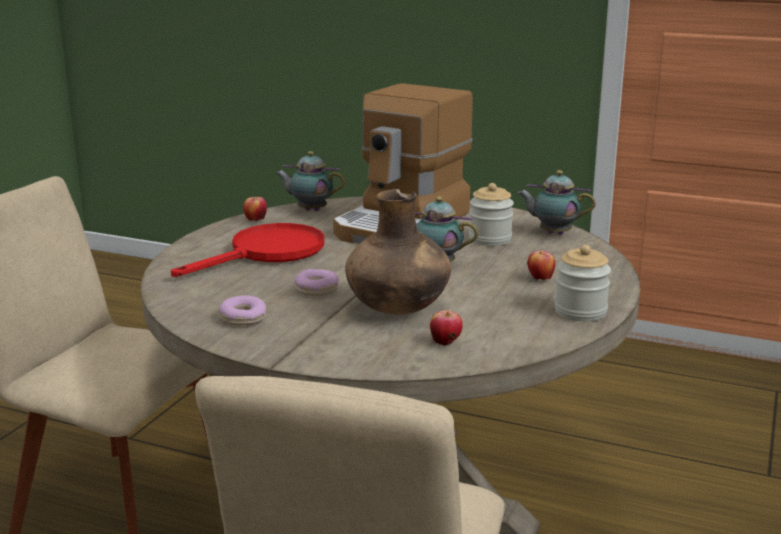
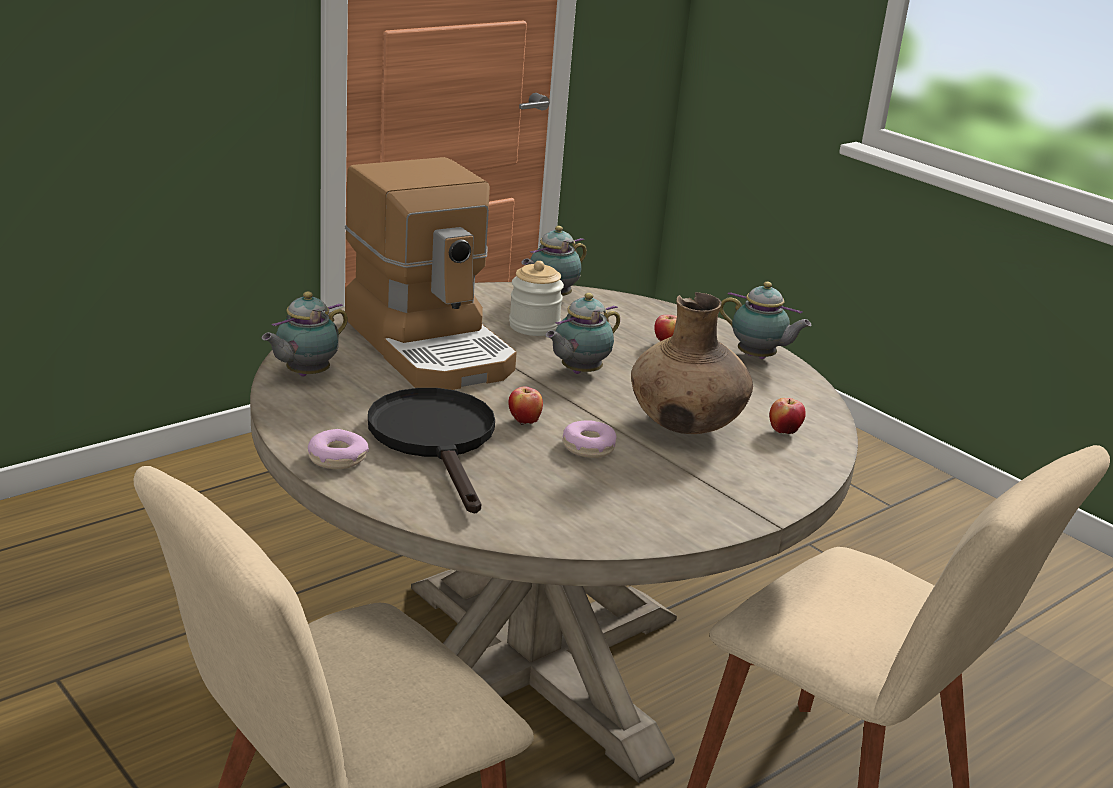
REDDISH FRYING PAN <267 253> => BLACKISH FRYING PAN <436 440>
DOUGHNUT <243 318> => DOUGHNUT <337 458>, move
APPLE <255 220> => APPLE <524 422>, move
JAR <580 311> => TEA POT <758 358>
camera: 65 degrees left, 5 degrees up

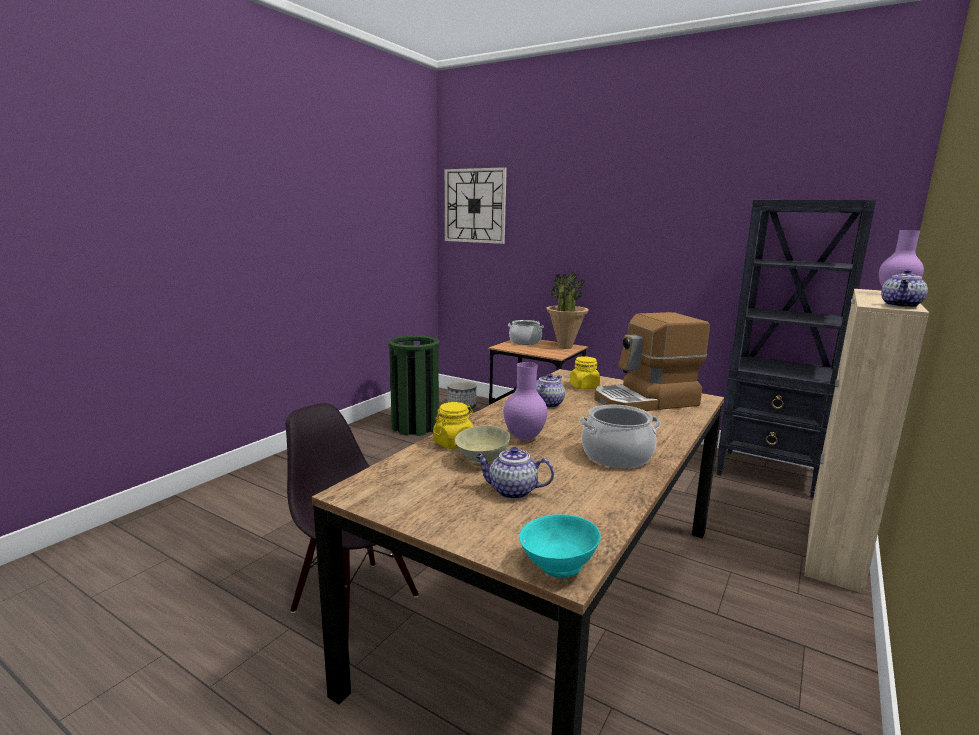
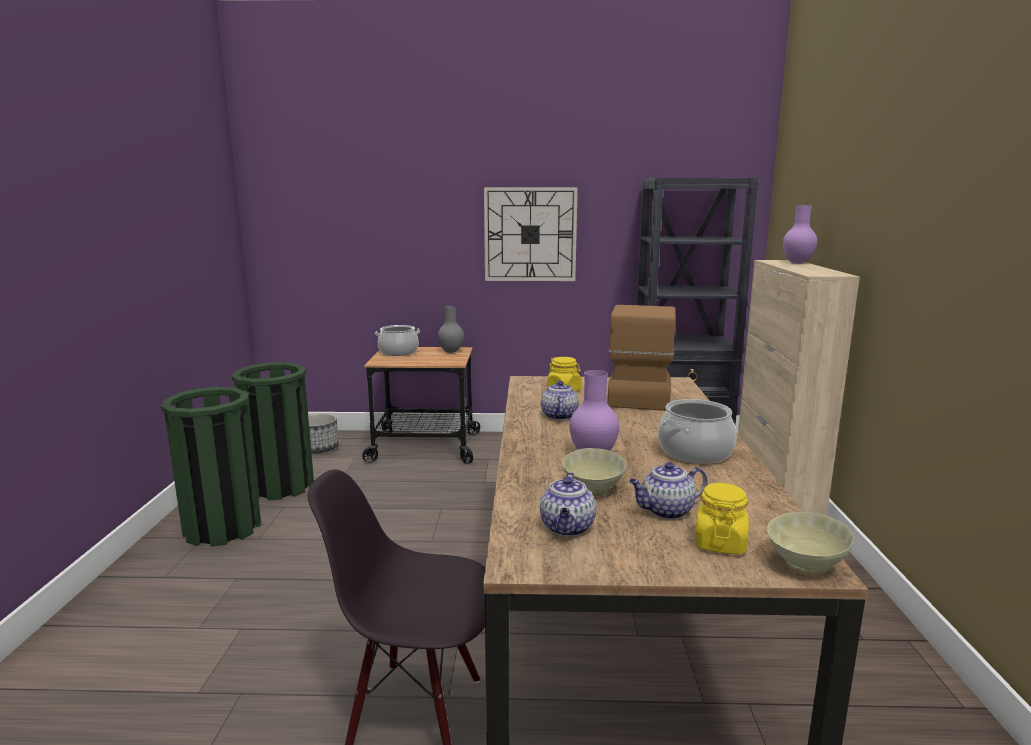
YELLOW JAR <453 443> => YELLOW JAR <720 543>, move
CLOCK ON THE WALL <475 206> => CLOCK ON THE WALL <530 234>, move
TURQUOISE SERVING BOWL <557 566> => BEIGE-COLOURED SERVING BOWL <804 565>
POTTED PLANT <564 347> => GREY VASE <450 352>
COFFEE MAKER <646 401> => COFFEE MAKER <638 394>, 150 degrees clockwise
TEA POT <901 305> => TEA POT <568 528>, move
nothing => GREENISH WASTE BIN <222 528>
camera: 30 degrees left, 0 degrees up

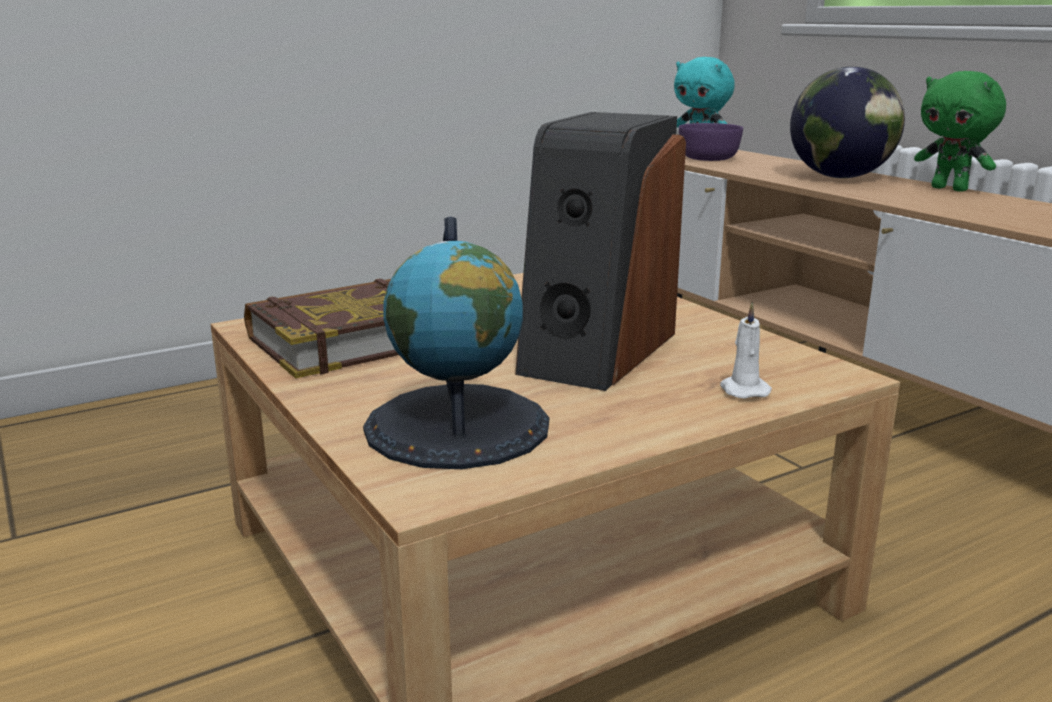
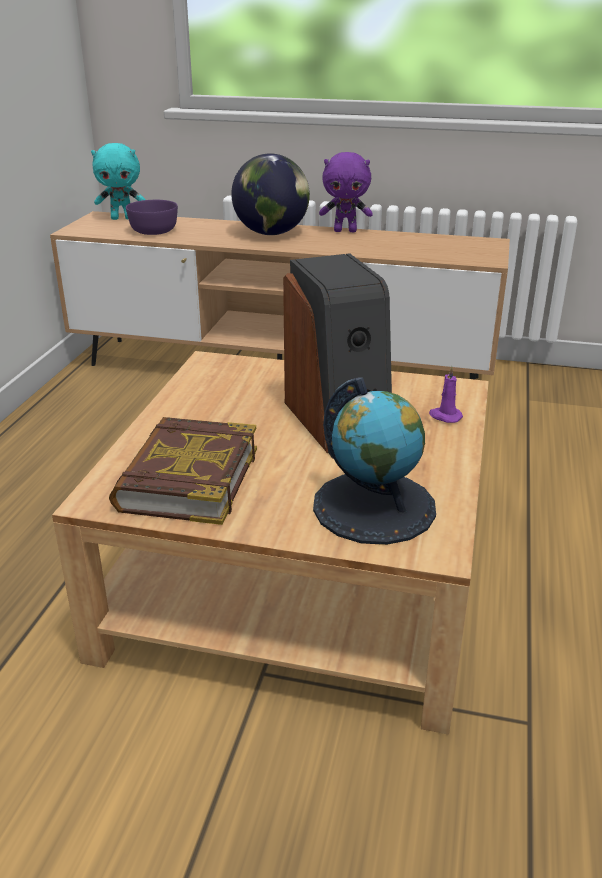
WHITE WAX CANDLE <743 390> => PURPLE-COLOURED WAX CANDLE <445 416>
GREENISH SOFT TOY <950 189> => PURPLE-COLOURED SOFT TOY <345 231>
camera: 45 degrees left, 10 degrees up

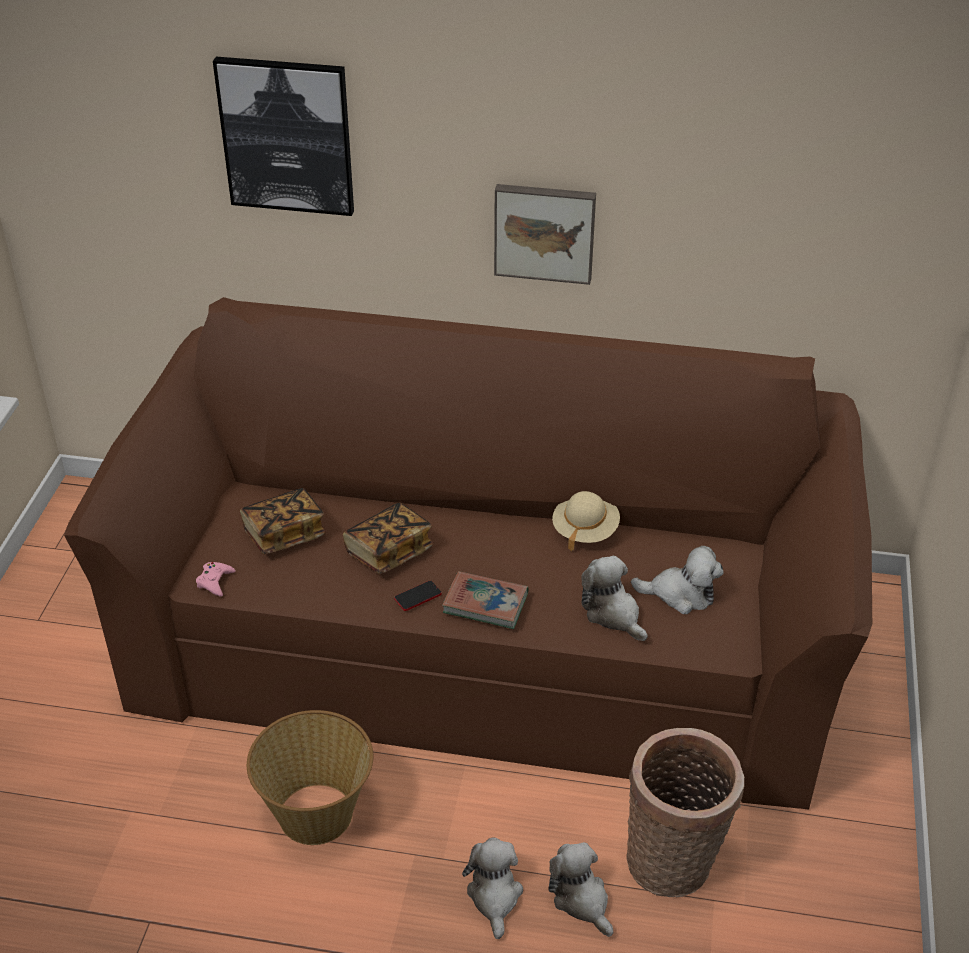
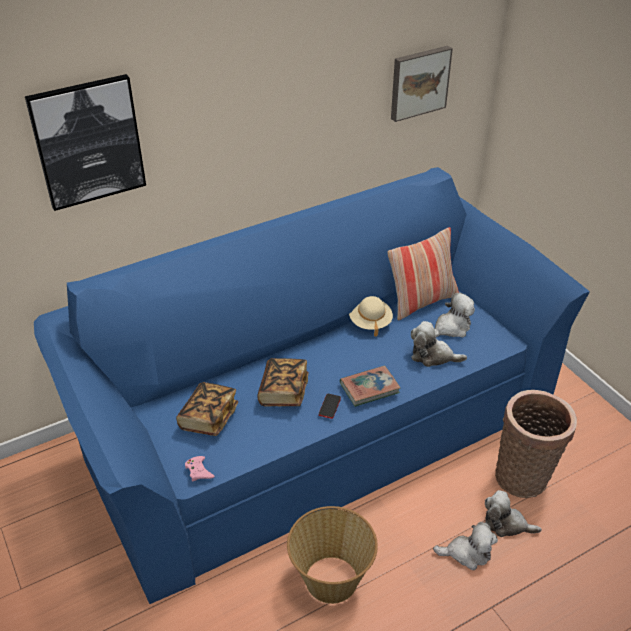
BROWN COUCH <485 637> => BLUE COUCH <314 423>
SOFT TOY <494 896> => SOFT TOY <467 553>, 135 degrees clockwise
WALL PICTURE <544 231> => WALL PICTURE <419 82>, move
nothing => THROW PILLOW <421 301>
camera: 40 degrees left, 0 degrees up

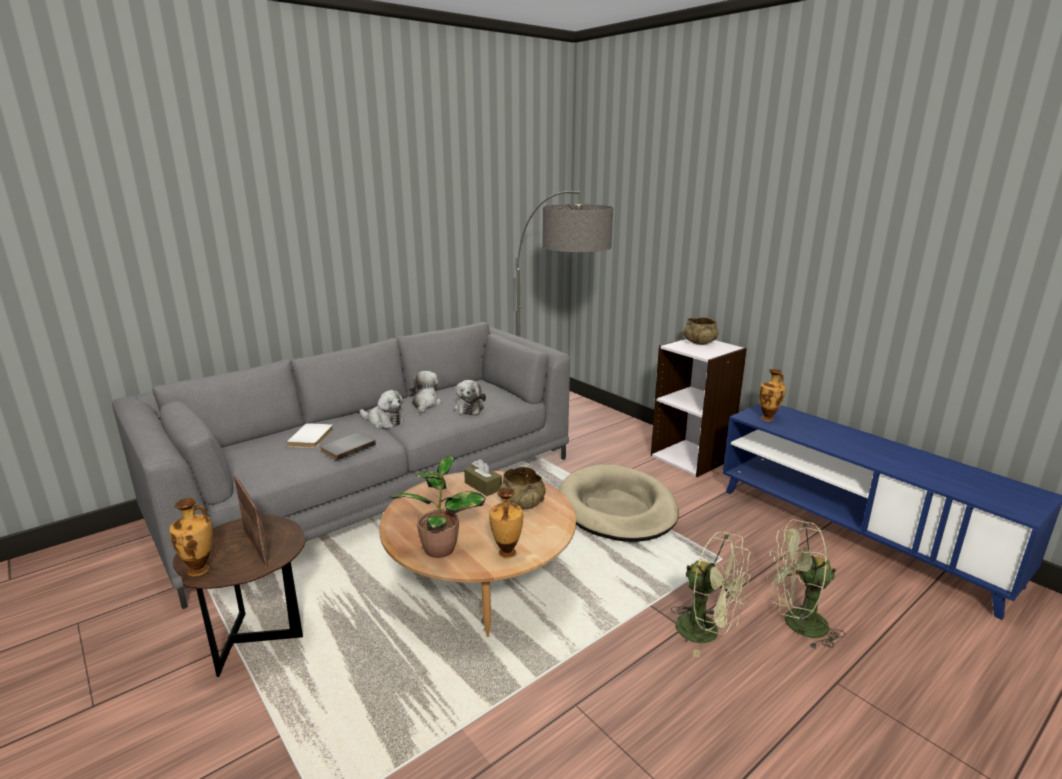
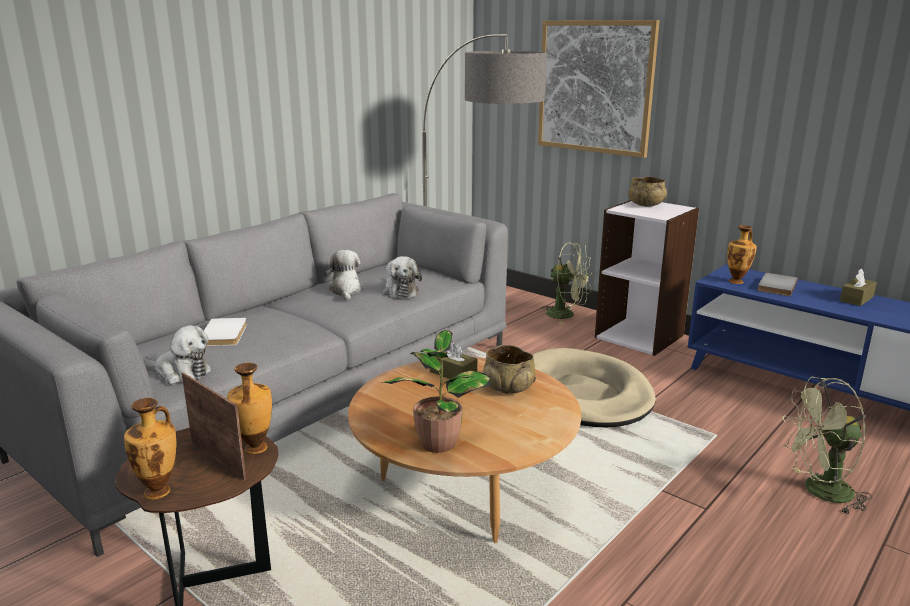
GREY BOUND BOOK <347 447> => GREY BOUND BOOK <775 286>, move
SOFT TOY <383 421> => SOFT TOY <180 373>, move
VASE <506 554> => VASE <255 449>, move
GREENISH COOLING FAN <707 632> => GREENISH COOLING FAN <566 315>, move
nothing => WALL PICTURE <595 87>
nothing => BROWN BOX OF TISSUES <856 299>
camera: 10 degrees left, 0 degrees up

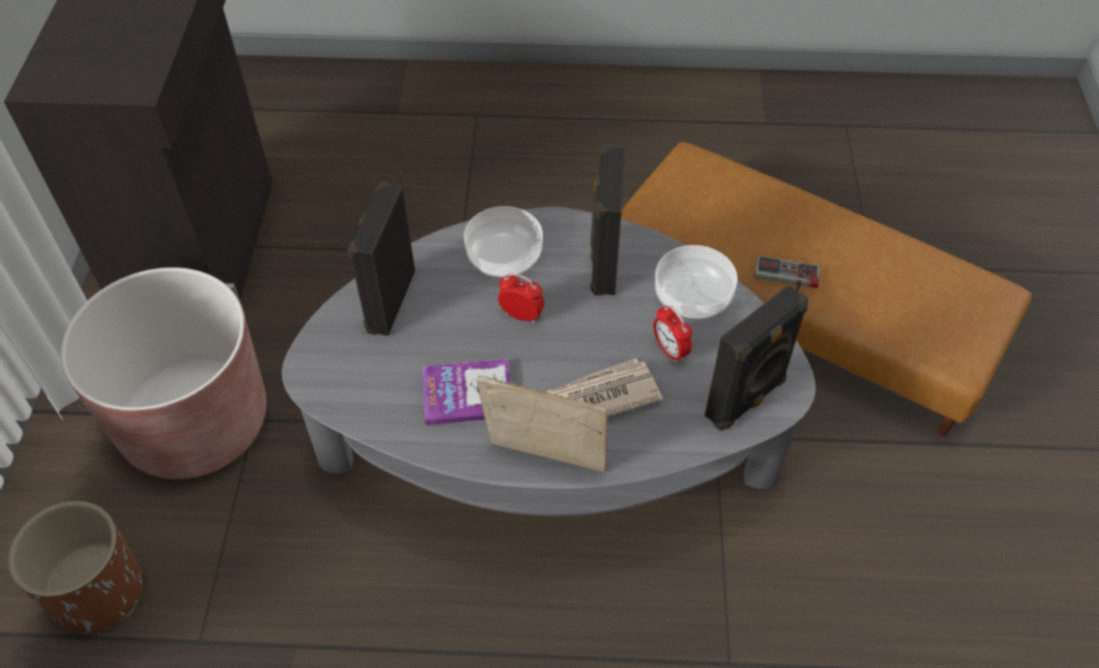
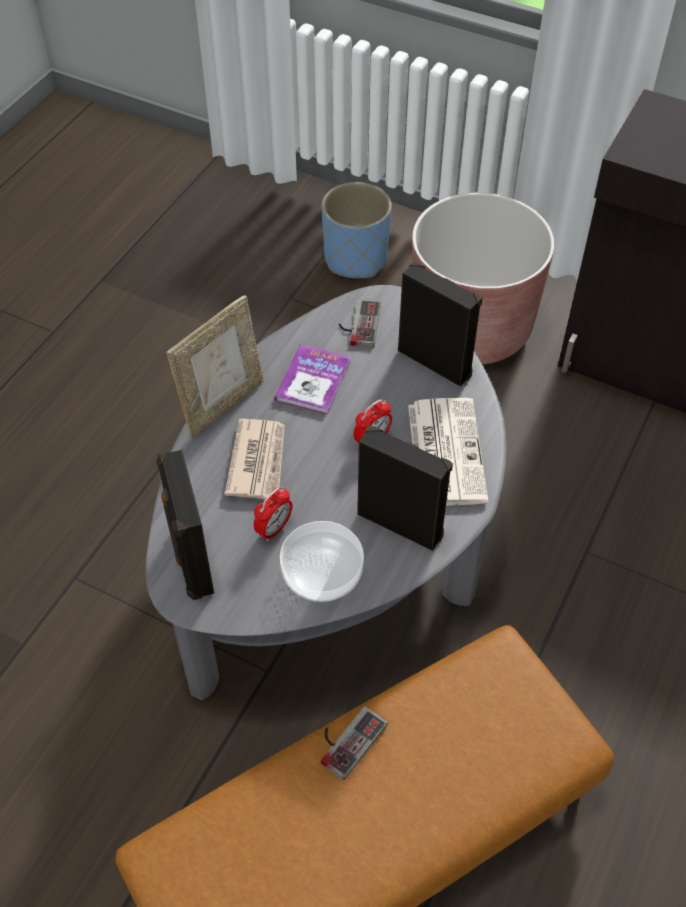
BROWN PLANTER <98 592> => BLUE PLANTER <355 259>
SERVING BOWL <504 257> => PRINTED PAPER <445 451>
BEDSIDE CLOCK <670 350> => BEDSIDE CLOCK <274 529>, 135 degrees clockwise
nothing => GAMEPAD <358 324>
camera: 115 degrees right, 0 degrees up

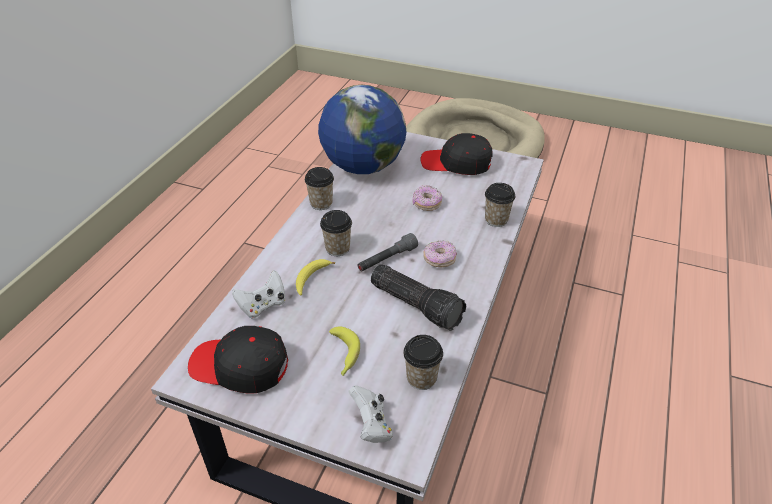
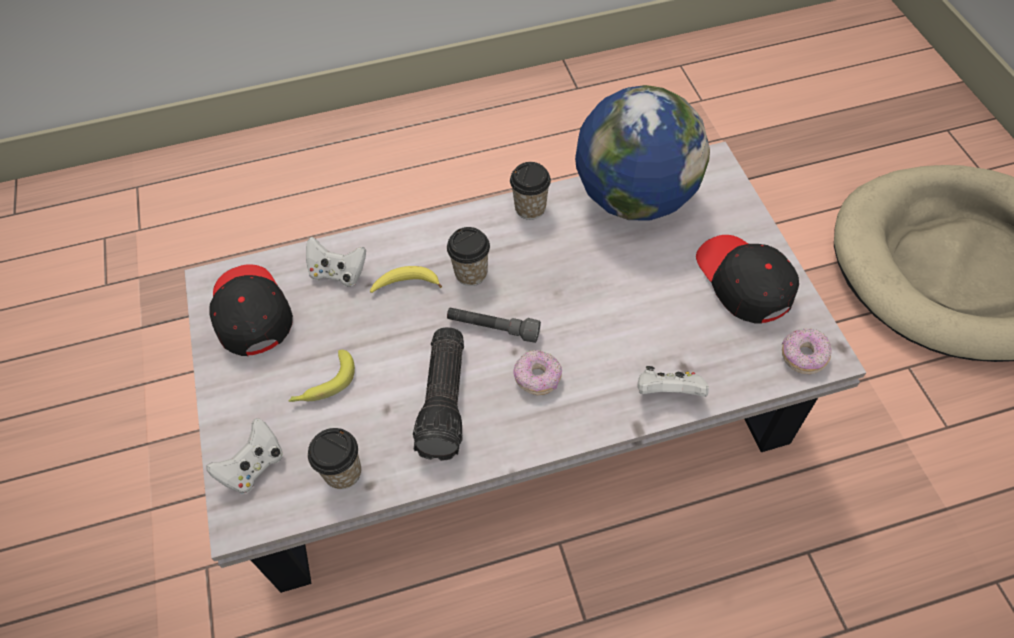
DOUGHNUT <426 204> => DOUGHNUT <803 356>, move
SMALL CUP <496 220> => WHITE GAMEPAD <668 392>
camera: 55 degrees right, 15 degrees up

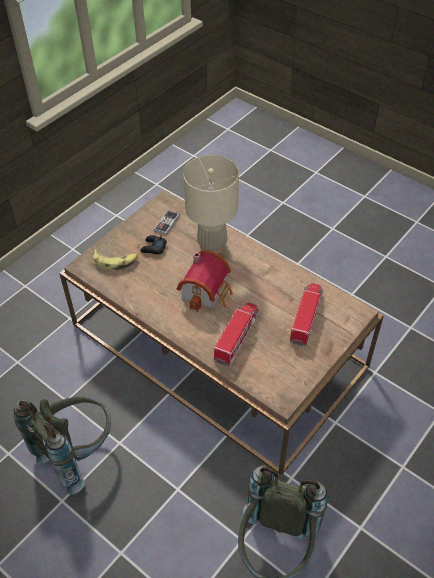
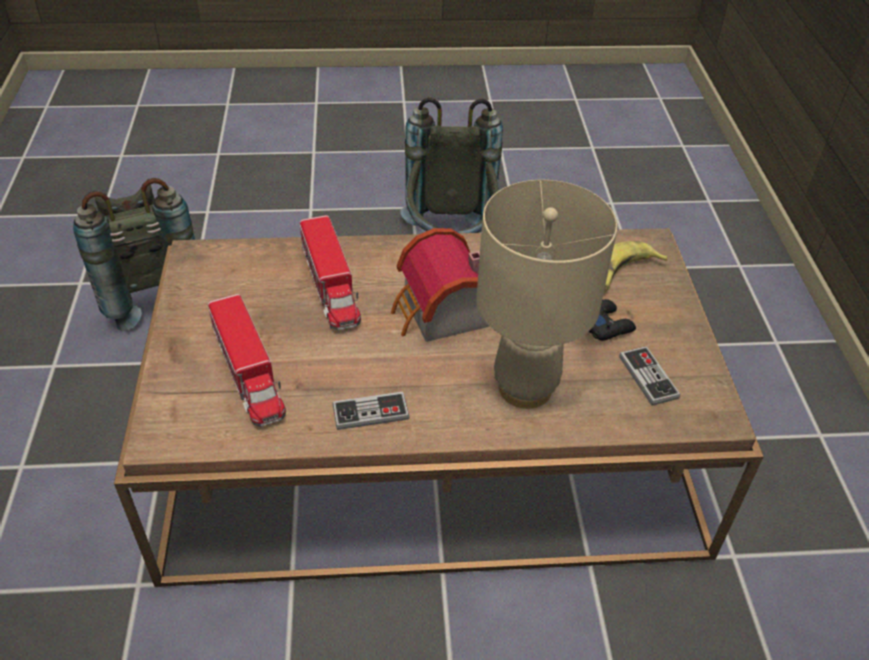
nothing => GAMEPAD <370 412>
camera: 135 degrees right, 5 degrees down

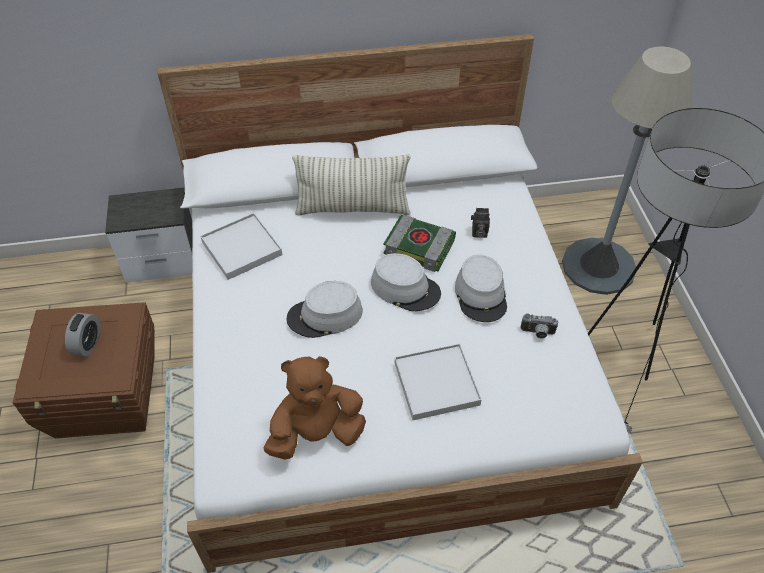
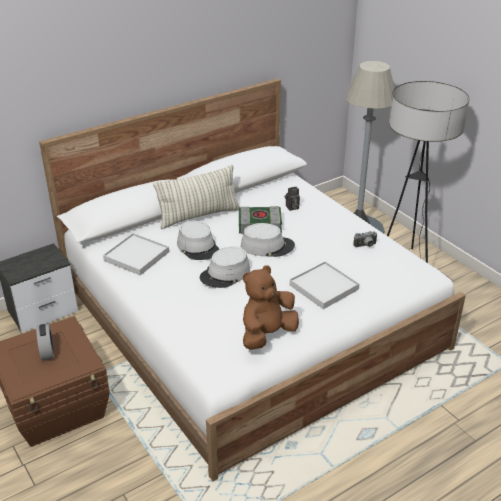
GREY HAT <481 295> => GREY HAT <198 247>, move
camera: 25 degrees left, 15 degrees down

